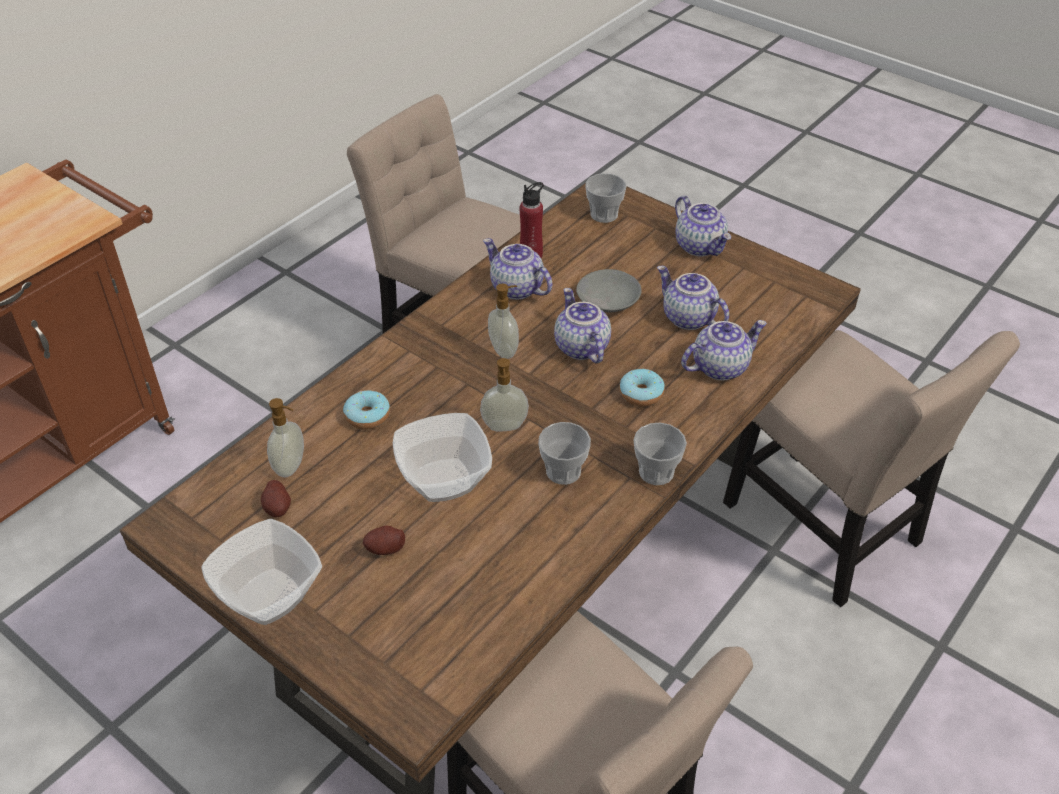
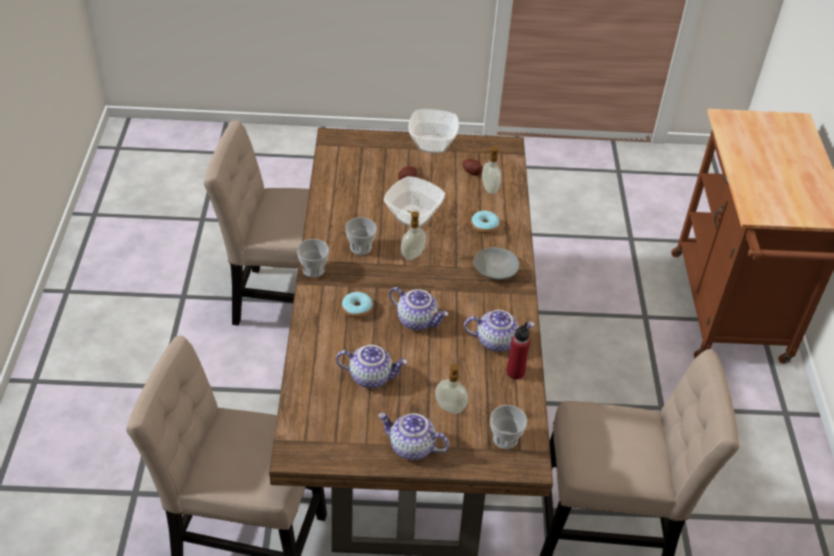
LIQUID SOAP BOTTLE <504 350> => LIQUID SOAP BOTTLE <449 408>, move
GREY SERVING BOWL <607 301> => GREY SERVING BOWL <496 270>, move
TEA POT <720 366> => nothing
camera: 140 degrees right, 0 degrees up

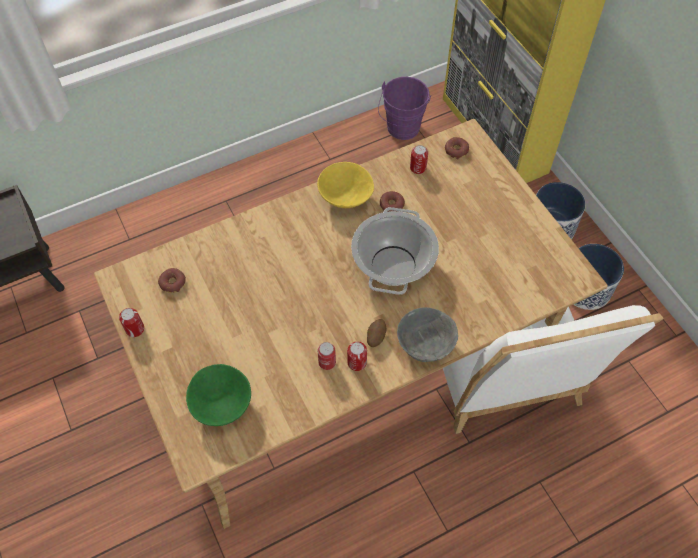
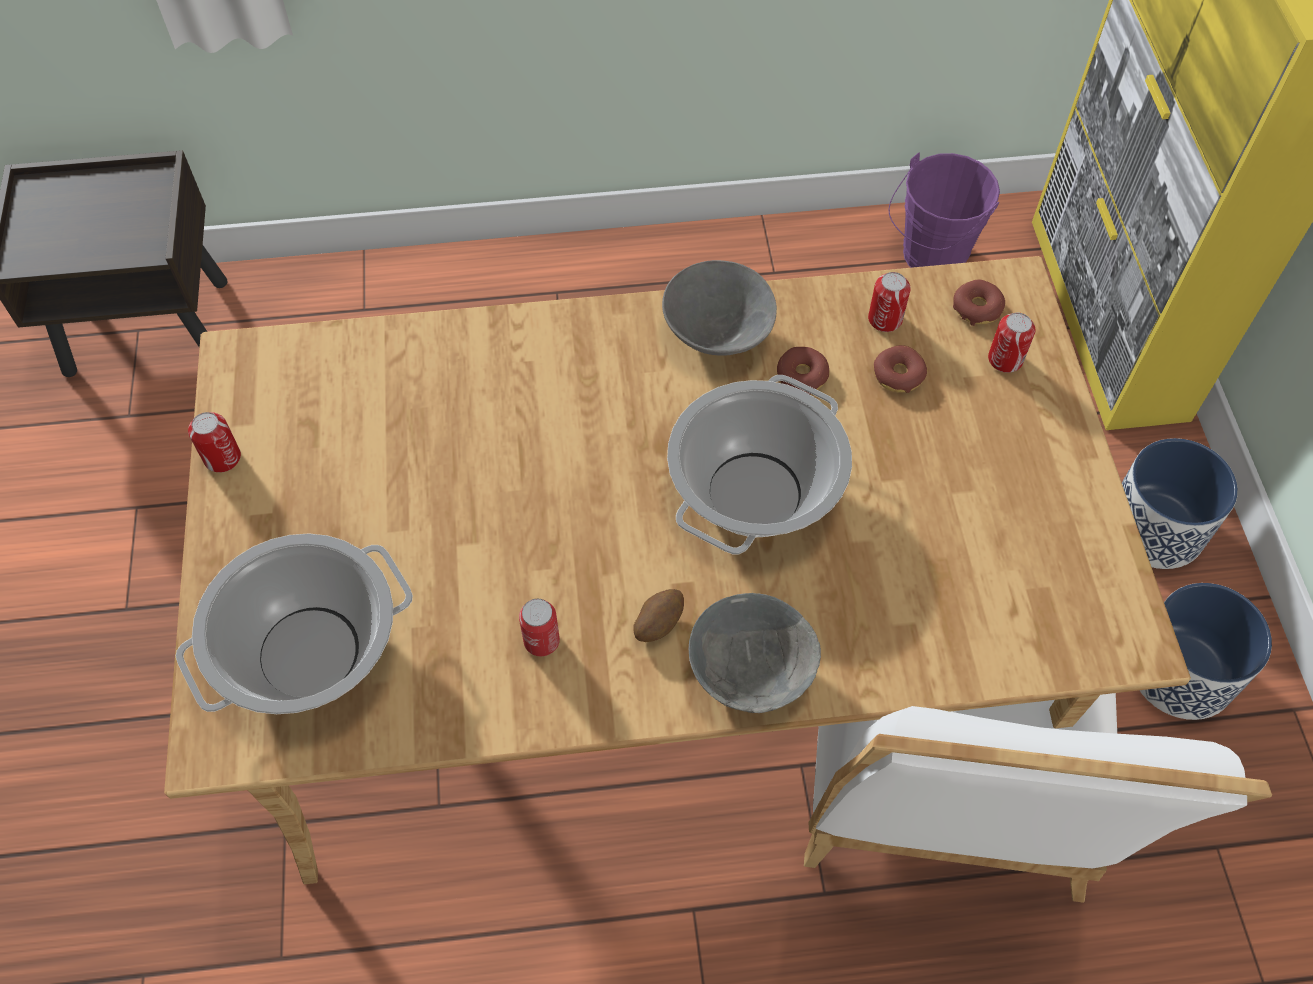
DOUGHNUT <173 283> => DOUGHNUT <898 375>, move
GREENISH SERVING BOWL <222 404> => COOKING POT <311 652>
YELLOW SERVING BOWL <346 198> => GREY SERVING BOWL <718 336>
SEALED CAN <357 362> => SEALED CAN <1005 359>, move
camera: 20 degrees right, 0 degrees up

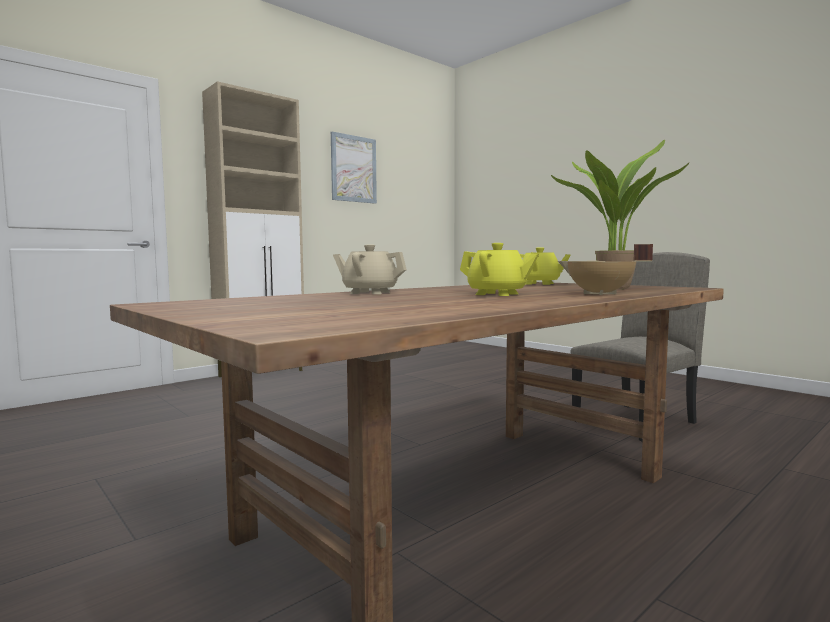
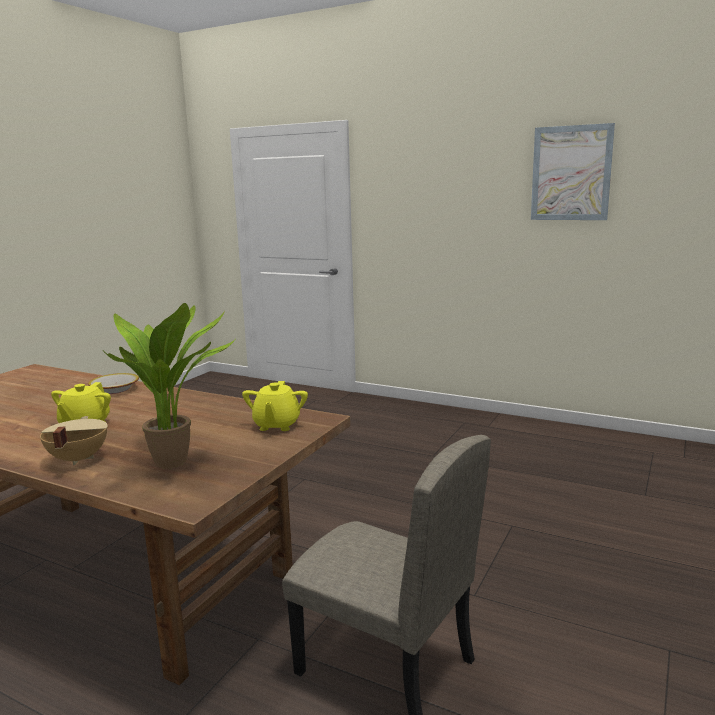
BEIGE-COLOURED CUPBOARD <262 373> => nothing
BEIGE-COLOURED TEA POT <369 293> => SERVING BOWL <115 390>
camera: 70 degrees right, 10 degrees up

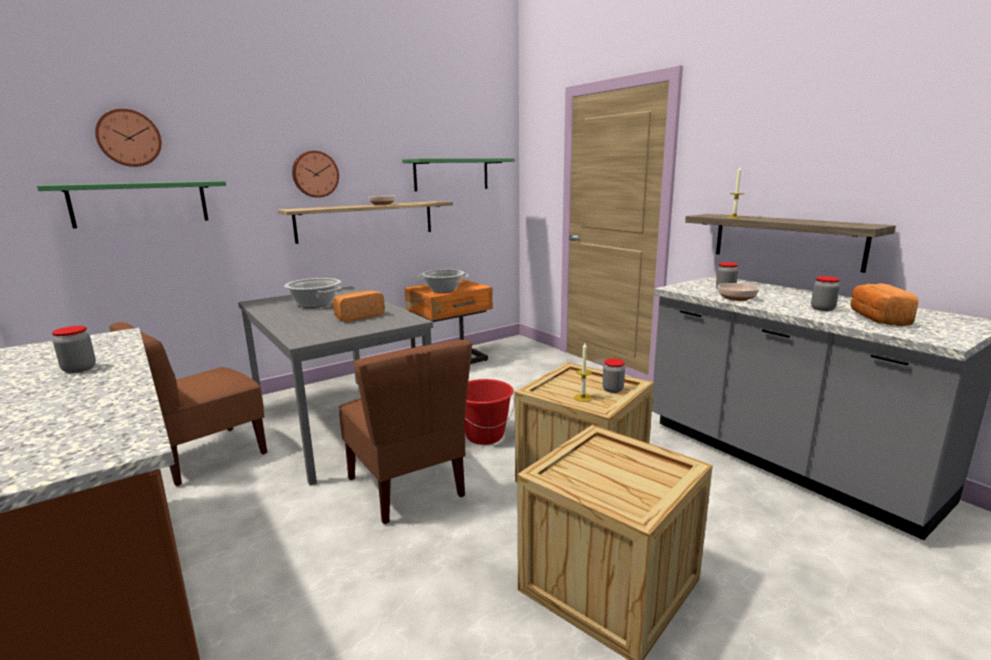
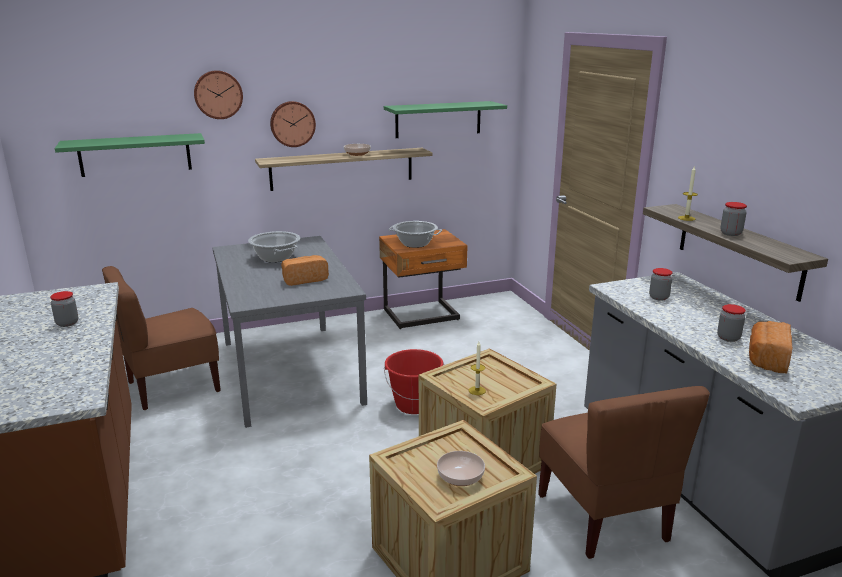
CLOCK ON THE WALL <129 138> => CLOCK ON THE WALL <218 94>, move
BROWN CHAIR <408 487> => BROWN CHAIR <604 517>, move
JAR <612 389> => JAR <730 233>, move
SERVING BOWL <737 298> => SERVING BOWL <461 477>, move
camera: 15 degrees right, 5 degrees up

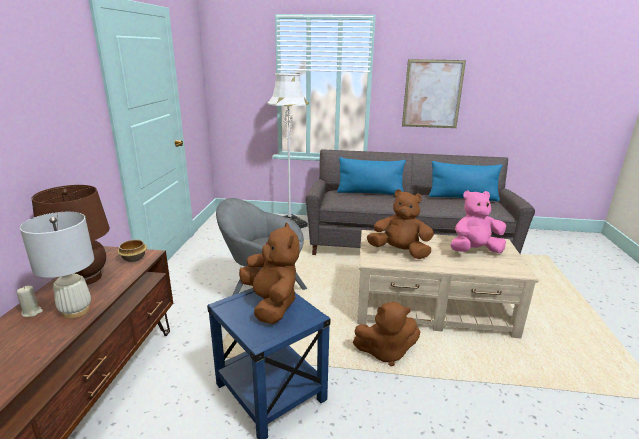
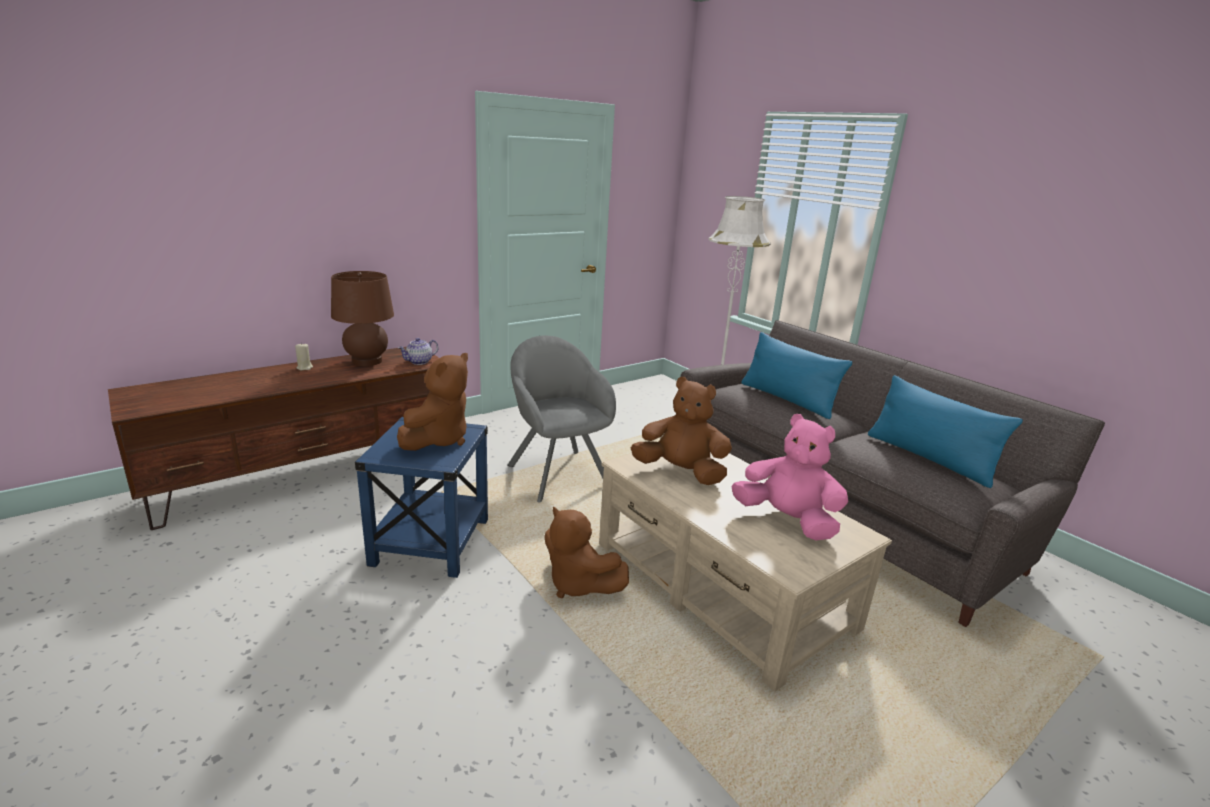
WHITE LAMP FOR A TABLE <76 311> => nothing
SERVING BOWL <134 258> => TEA POT <419 362>
BROWN SOFT TOY <400 252> => BROWN SOFT TOY <681 472>, 45 degrees counterclockwise
WALL PICTURE <432 94> => nothing
camera: 45 degrees right, 0 degrees up

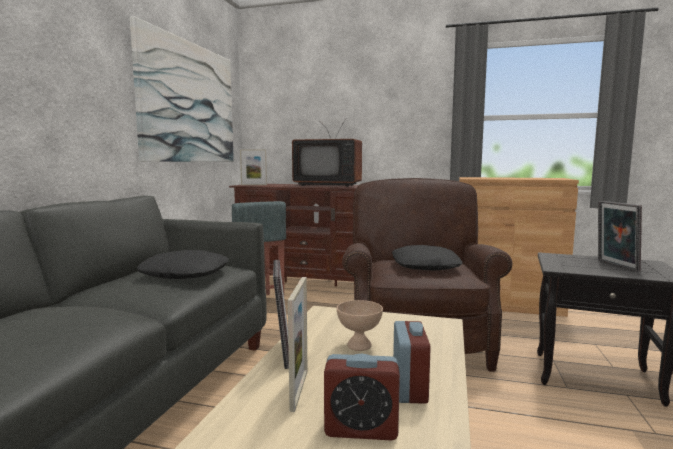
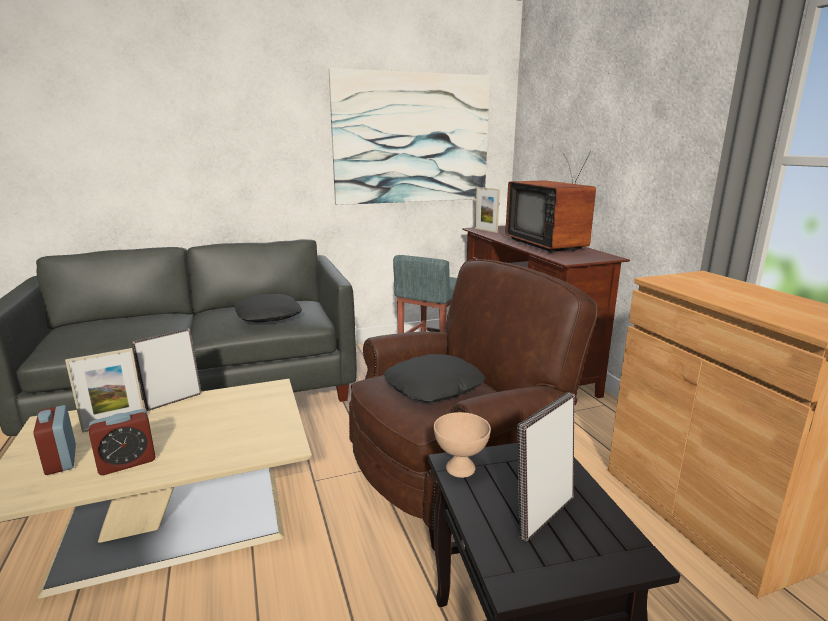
BEIGE-COLOURED SERVING BOWL <359 346> => BEIGE-COLOURED SERVING BOWL <459 469>, move
camera: 55 degrees right, 10 degrees up

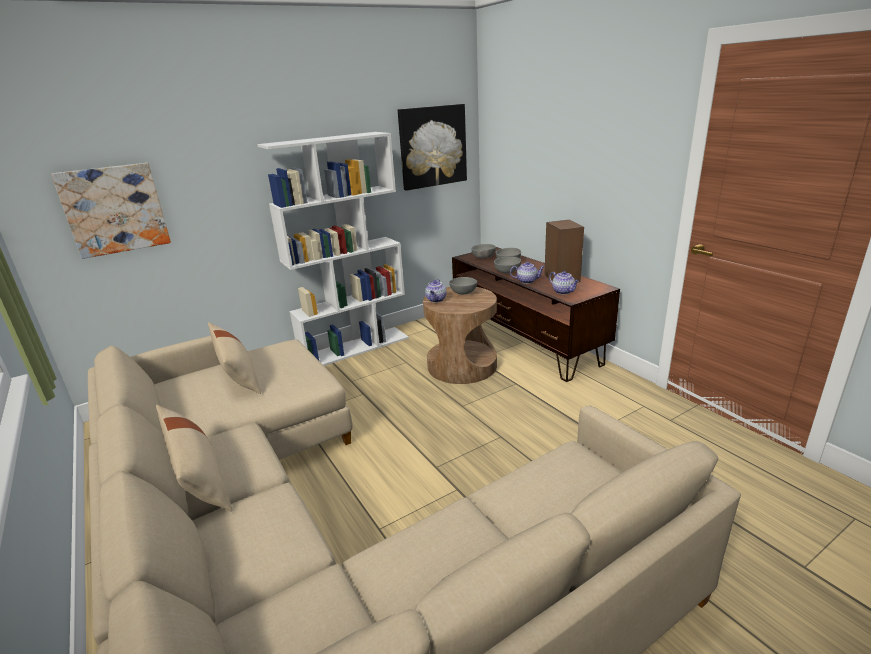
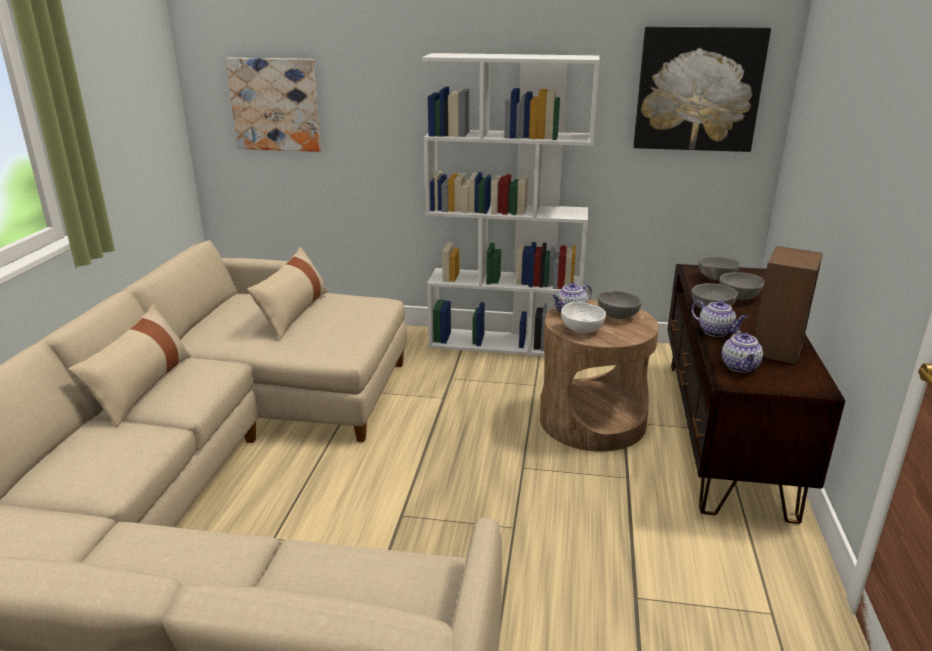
nothing => WHITE SERVING BOWL <582 329>
camera: 40 degrees right, 0 degrees up

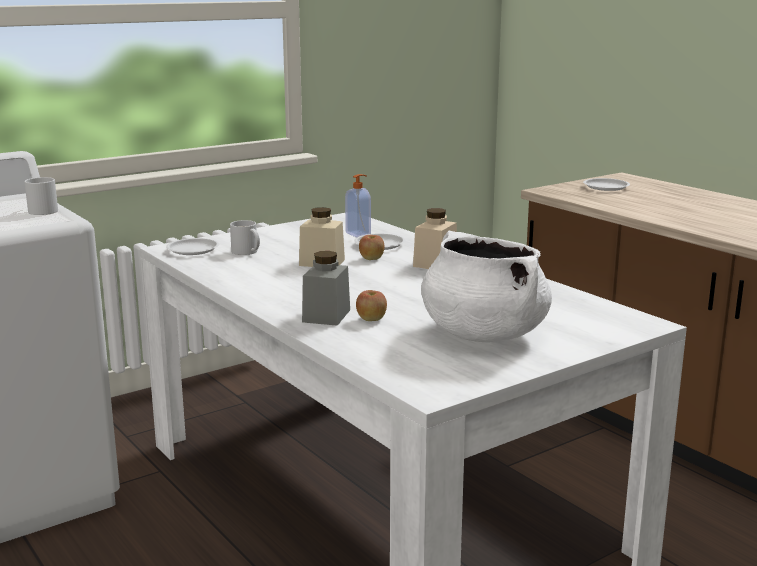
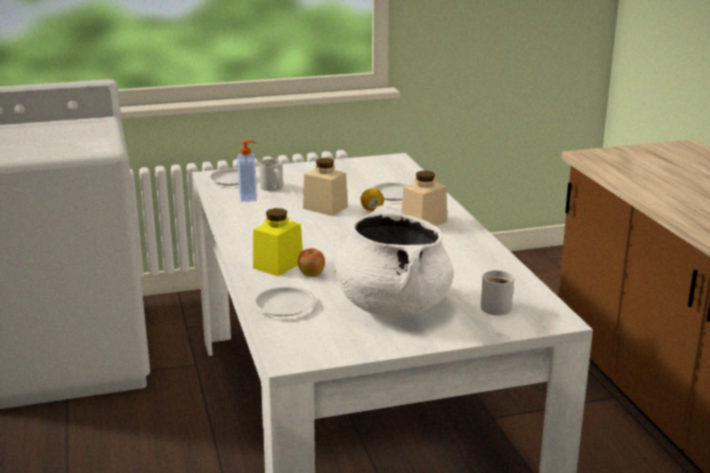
WHITE MUG <43 210> => WHITE MUG <496 306>, move
GREY JAR <326 316> => YELLOW JAR <278 265>
LIQUID SOAP BOTTLE <359 234> => LIQUID SOAP BOTTLE <249 198>, move
APPLE <371 259> => CITRUS FRUIT <372 209>
WHITE DINNER PLATE <606 187> => WHITE DINNER PLATE <284 306>, move
camera: 20 degrees right, 5 degrees up

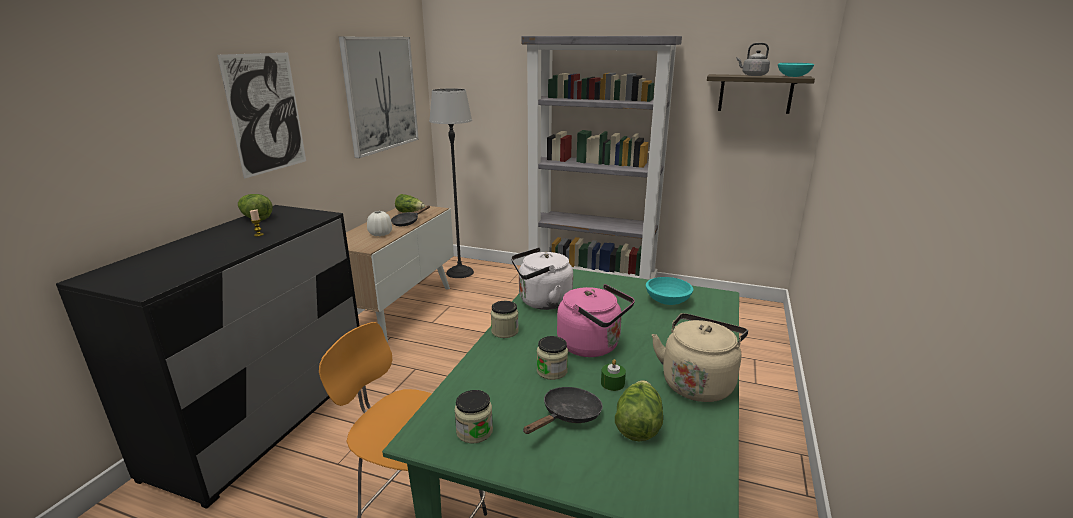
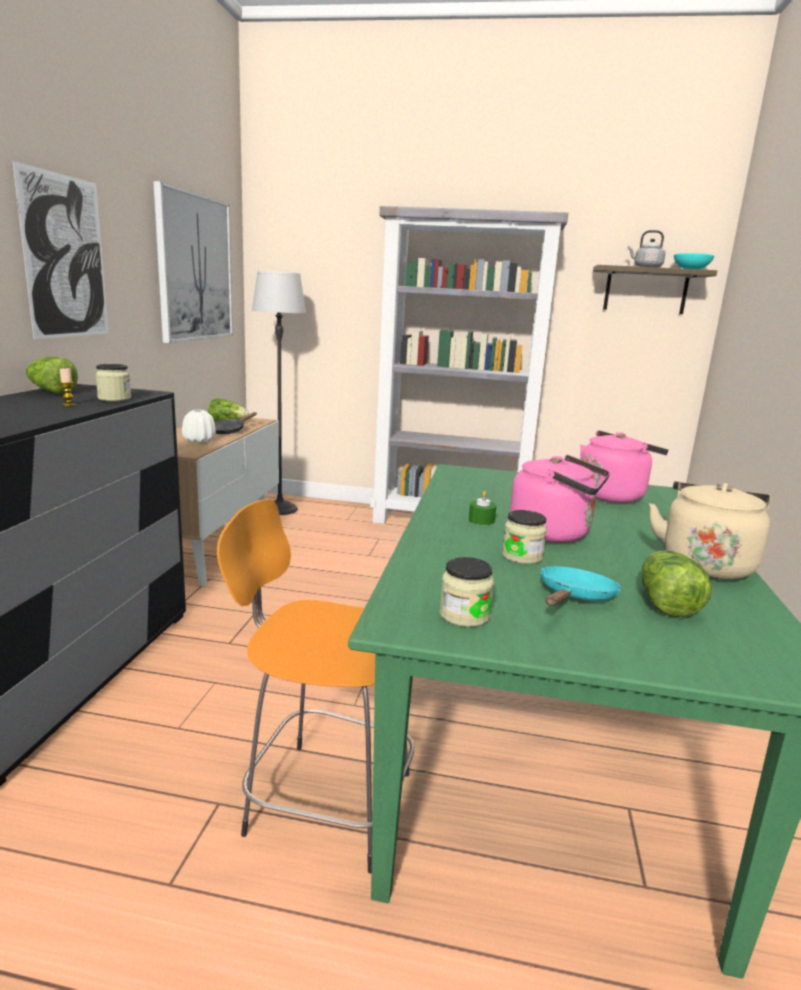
JAR <505 331> => JAR <114 398>, move
WHITE WATER KETTLE <541 302> => nothing
BLACKISH FRYING PAN <568 416> => TURQUOISE FRYING PAN <574 597>
GREENISH WAX CANDLE <612 383> => GREENISH WAX CANDLE <481 520>, move
TURQUOISE SERVING BOWL <668 301> => PINKISH WATER KETTLE <613 495>
camera: 10 degrees left, 5 degrees down

